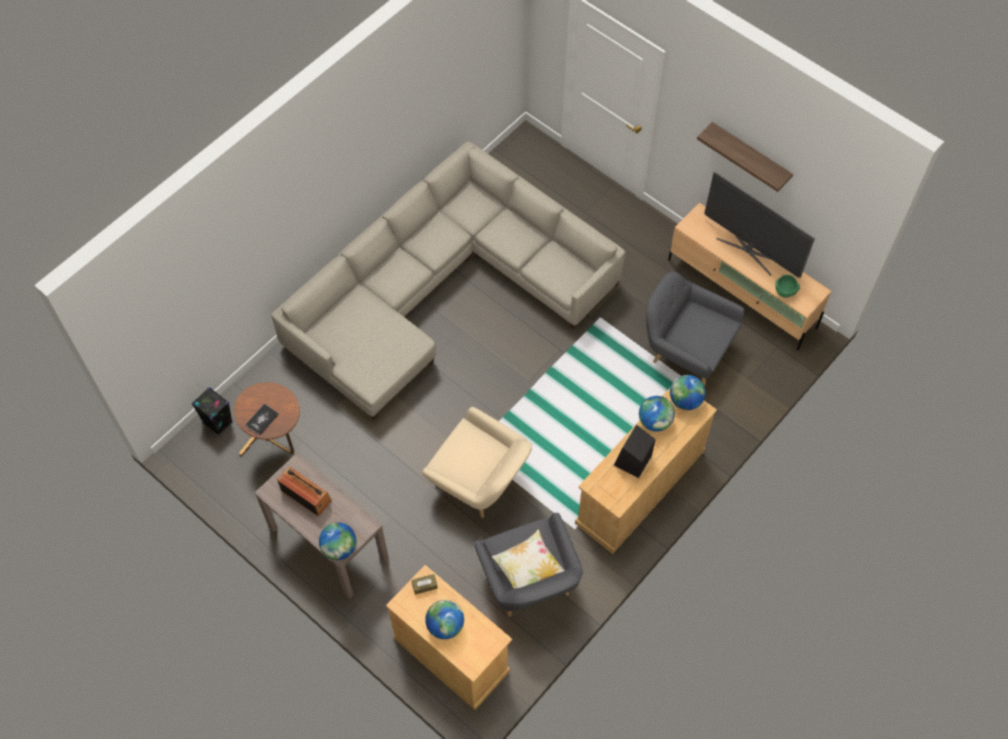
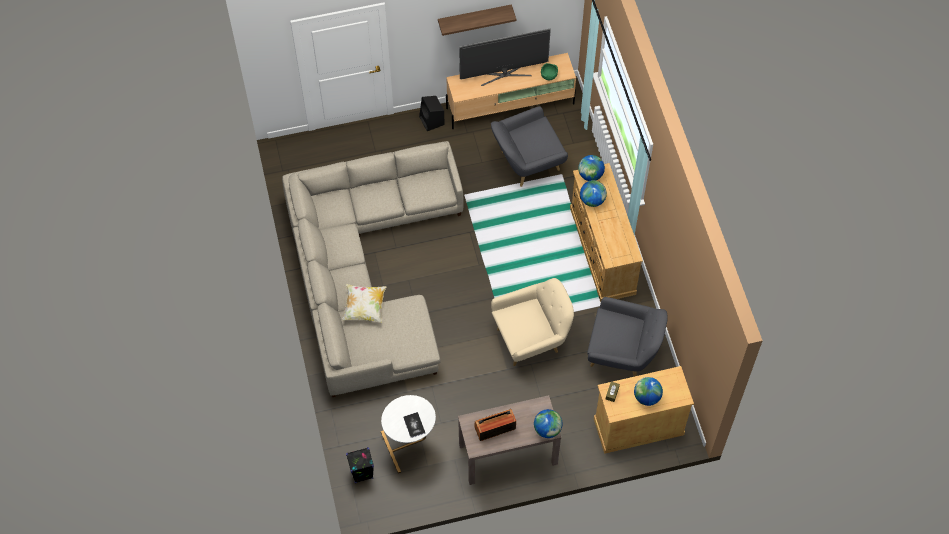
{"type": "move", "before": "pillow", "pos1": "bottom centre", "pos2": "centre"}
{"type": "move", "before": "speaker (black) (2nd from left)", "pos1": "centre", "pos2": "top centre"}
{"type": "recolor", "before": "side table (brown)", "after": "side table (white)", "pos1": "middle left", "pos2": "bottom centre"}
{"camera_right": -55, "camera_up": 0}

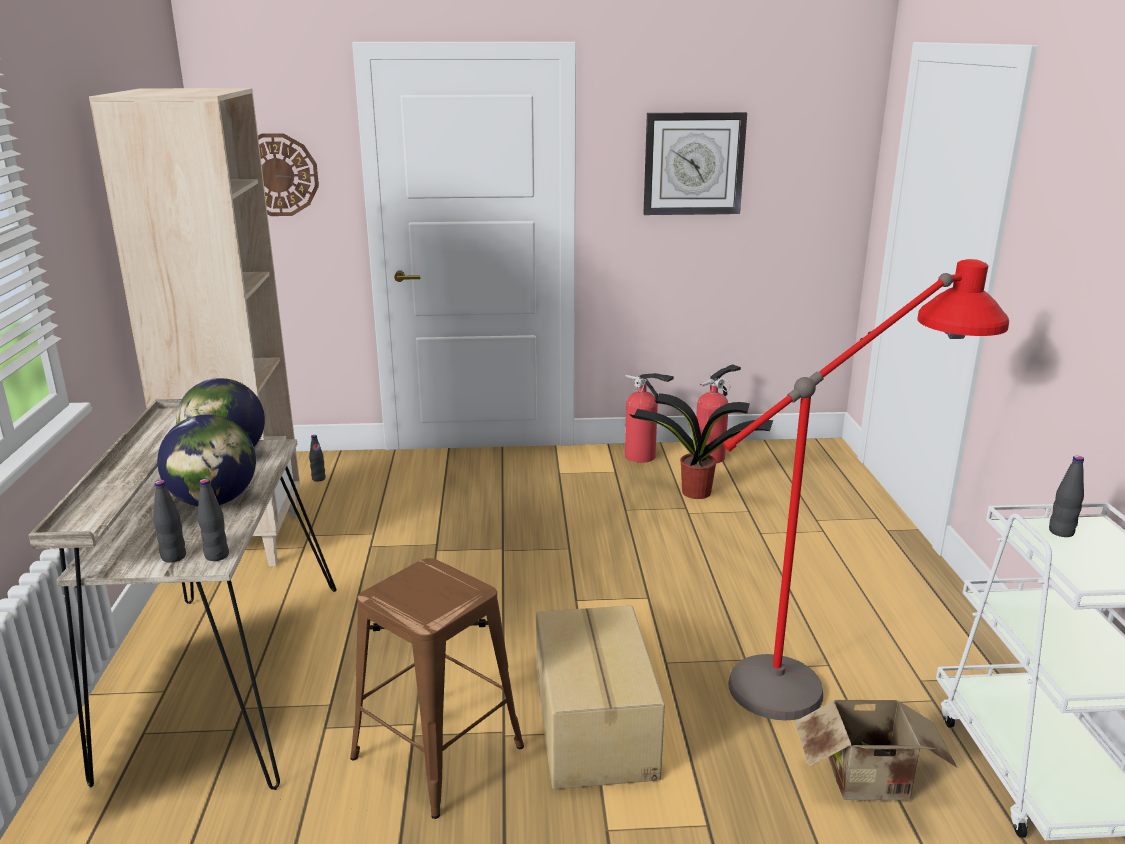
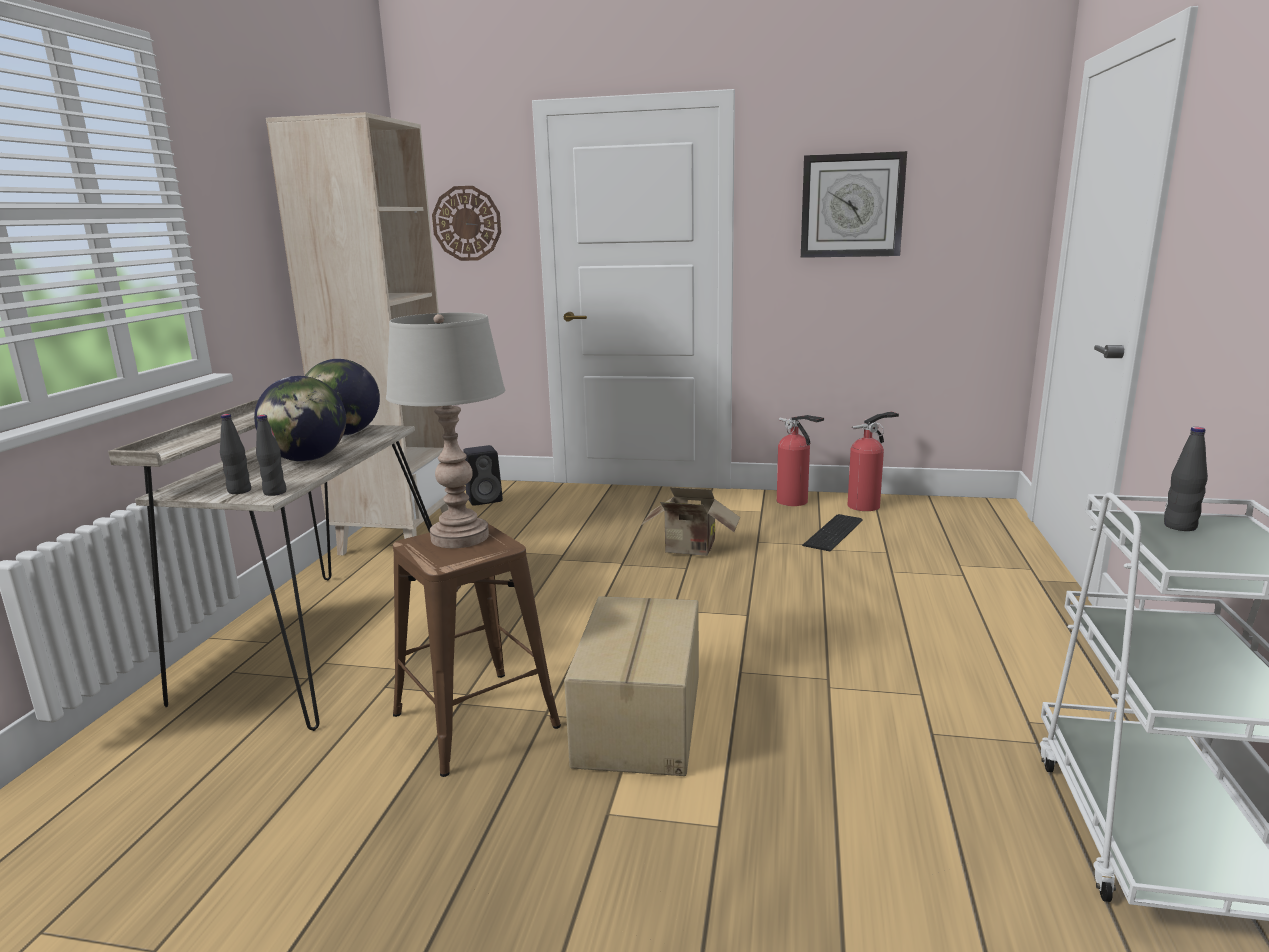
{"type": "delete", "before": "floor lamp (red)", "pos1": "middle right"}
{"type": "insert", "after": "table lamp (grey)", "pos2": "centre"}
{"type": "move", "before": "cardboard box (2nd from left)", "pos1": "bottom right", "pos2": "centre"}
{"type": "replace", "before": "bottle (black) (3rd from left)", "after": "speaker (black)", "pos1": "middle left", "pos2": "centre"}
{"type": "replace", "before": "potted plant", "after": "keyboard", "pos1": "centre", "pos2": "centre"}
{"camera_right": 15, "camera_up": -5}

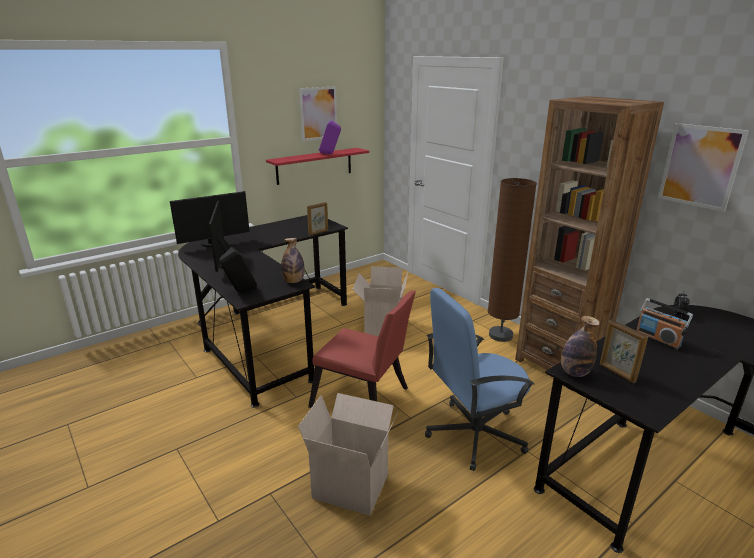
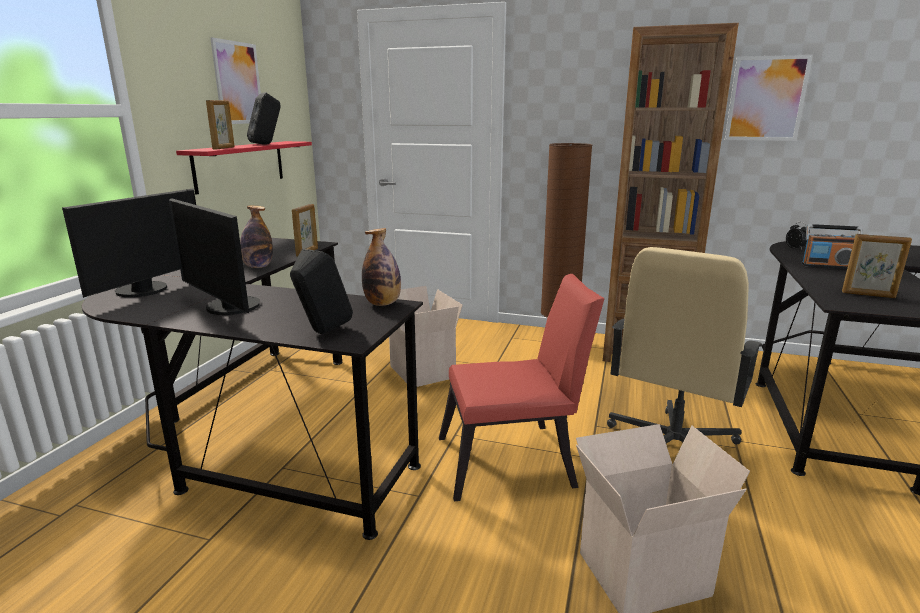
{"type": "insert", "after": "picture frame (1st from left)", "pos2": "top left"}
{"type": "move", "before": "bottle (2nd from left in the first image)", "after": "bottle (1st from left)", "pos1": "middle right", "pos2": "middle left"}
{"type": "recolor", "before": "speaker (purple)", "after": "speaker (black) (1st from left)", "pos1": "top centre", "pos2": "top left"}
{"type": "recolor", "before": "office chair (blue)", "after": "office chair (beige)", "pos1": "bottom centre", "pos2": "middle right"}
{"camera_right": -35, "camera_up": -5}

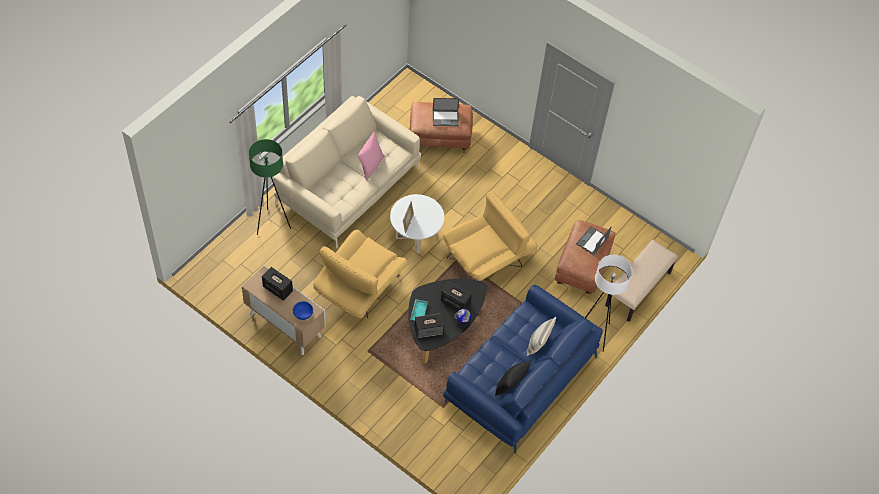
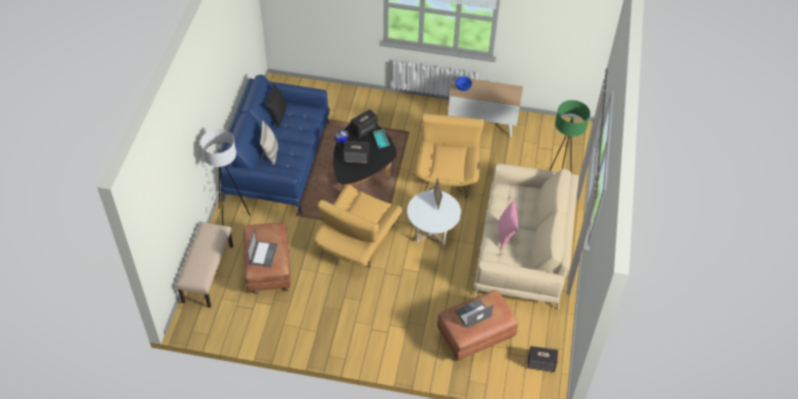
{"type": "move", "before": "speaker (1st from left in the first image)", "after": "speaker (3rd from left)", "pos1": "middle left", "pos2": "bottom right"}
{"camera_right": 155, "camera_up": -5}

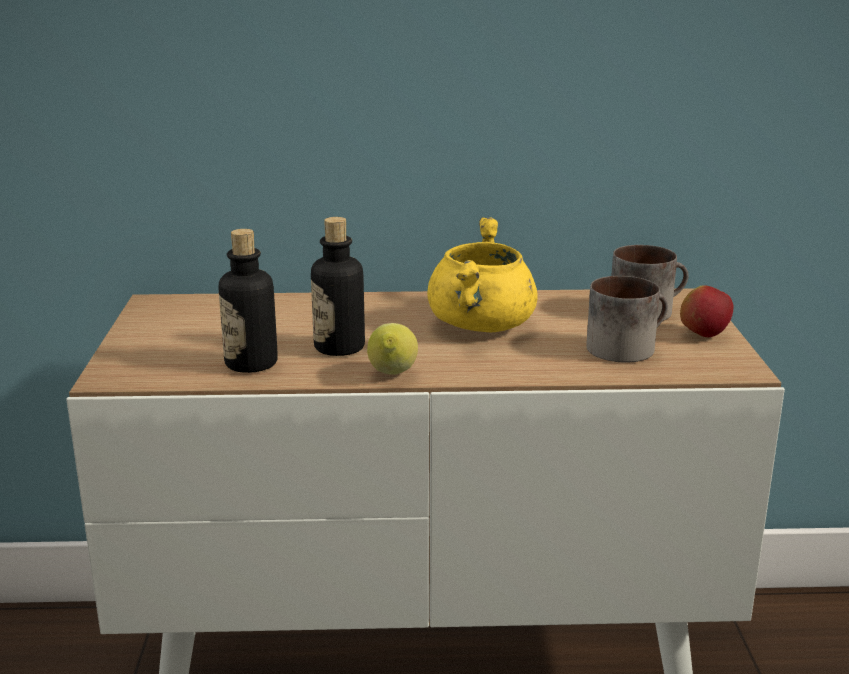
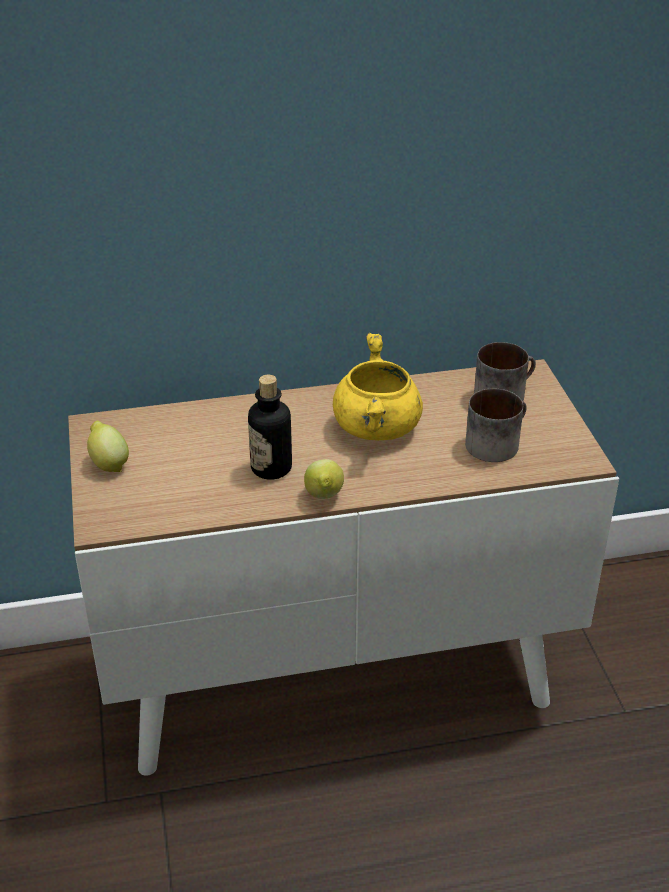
{"type": "delete", "before": "bottle (1st from left)", "pos1": "middle left"}
{"type": "delete", "before": "apple", "pos1": "middle right"}
{"type": "insert", "after": "lemon (1st from left)", "pos2": "middle left"}
{"camera_right": -10, "camera_up": 15}

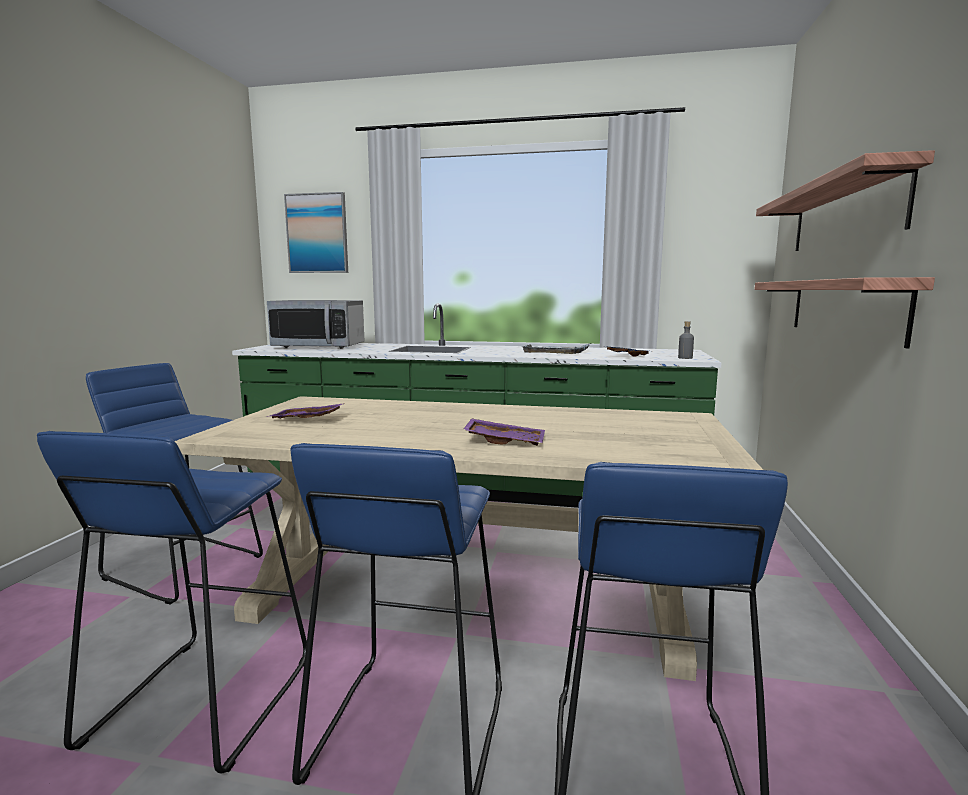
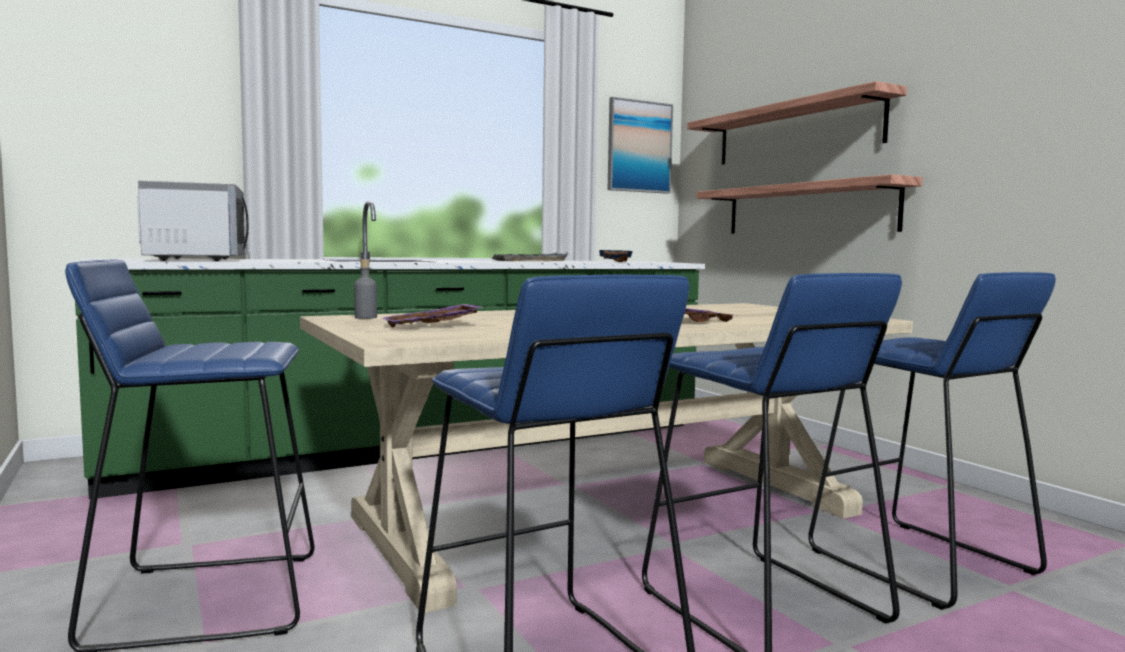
{"type": "move", "before": "picture", "pos1": "top left", "pos2": "top centre"}
{"type": "move", "before": "bottle (grey)", "pos1": "middle right", "pos2": "middle left"}
{"type": "rotate", "before": "microwave", "pos1": "middle left", "pos2": "middle left", "turn": -75}
{"camera_right": -40, "camera_up": -5}

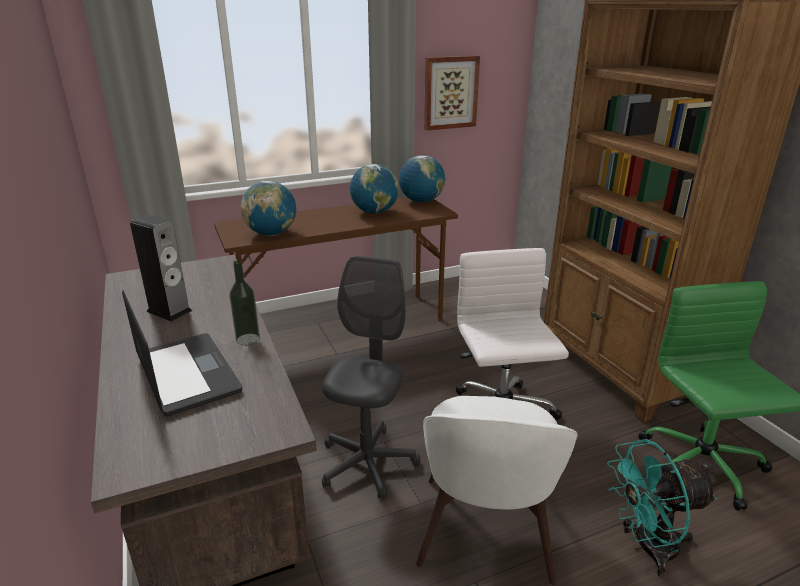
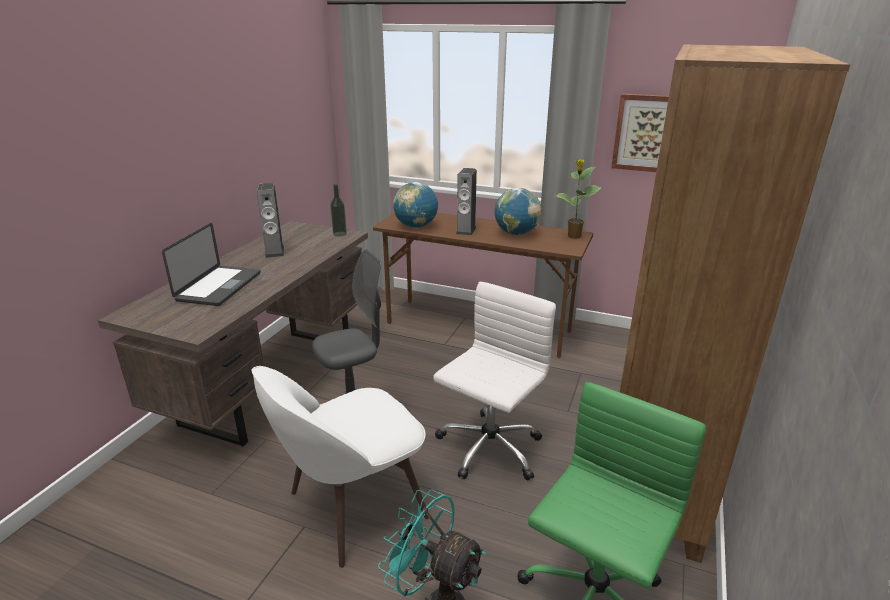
{"type": "insert", "after": "speaker (2nd from left)", "pos2": "centre"}
{"type": "move", "before": "bottle", "pos1": "middle left", "pos2": "centre"}
{"type": "replace", "before": "globe (3rd from left)", "after": "potted plant", "pos1": "top centre", "pos2": "top centre"}
{"camera_right": 45, "camera_up": 0}

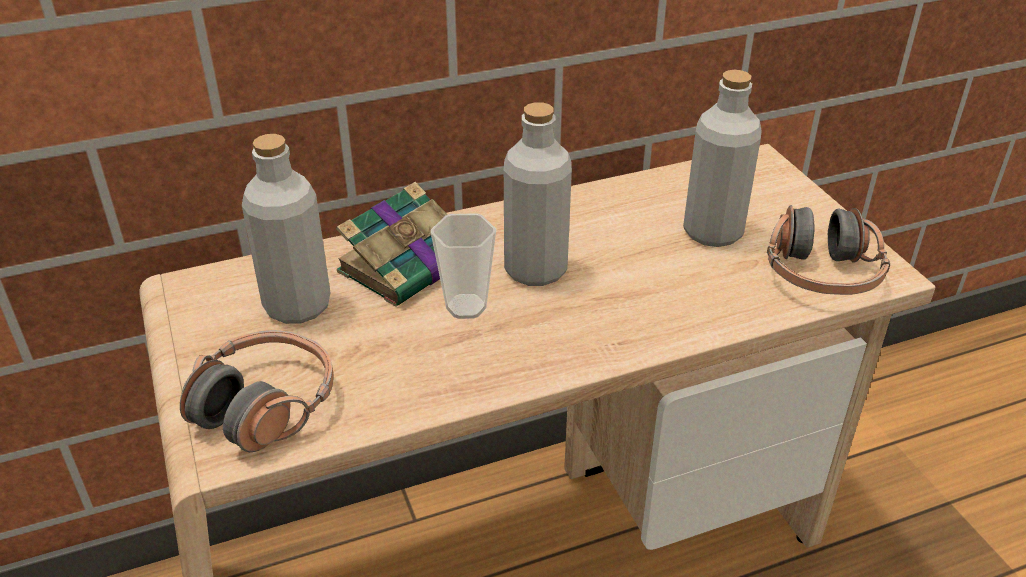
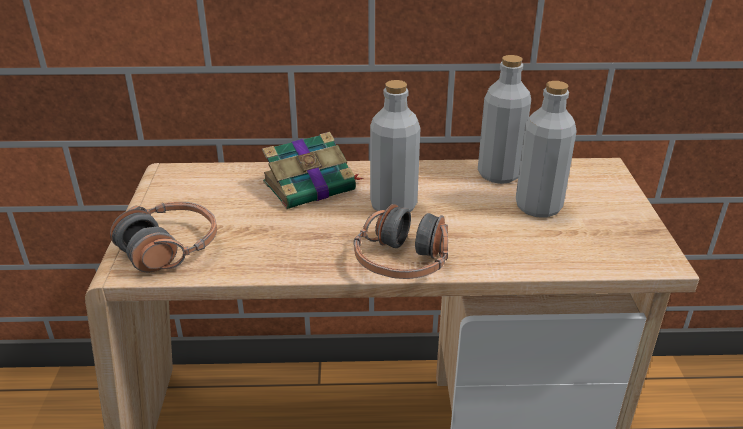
{"type": "delete", "before": "cup", "pos1": "centre"}
{"type": "move", "before": "bottle (grey) (1st from left in the first image)", "after": "bottle (grey) (2nd from left)", "pos1": "middle left", "pos2": "top right"}
{"type": "move", "before": "headphones (2nd from left)", "pos1": "middle right", "pos2": "centre"}
{"camera_right": 20, "camera_up": -5}

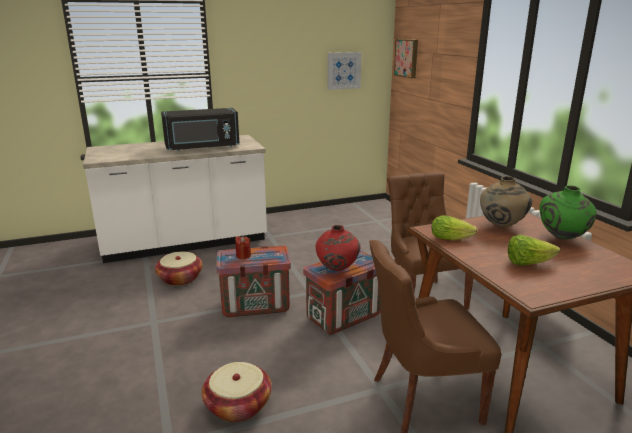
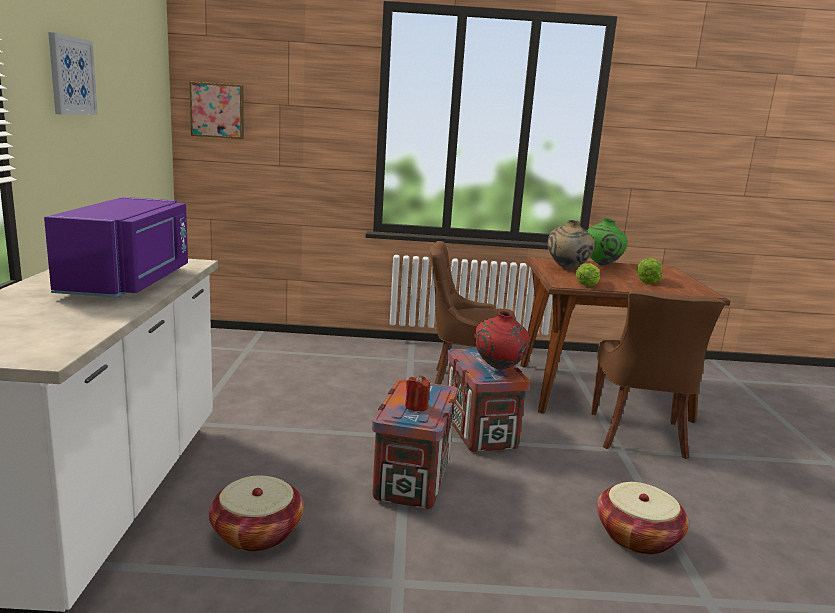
{"type": "move", "before": "picture (1st from left)", "pos1": "top centre", "pos2": "top left"}
{"type": "recolor", "before": "microwave (black)", "after": "microwave (purple)", "pos1": "top left", "pos2": "middle left"}
{"camera_right": -70, "camera_up": -5}

